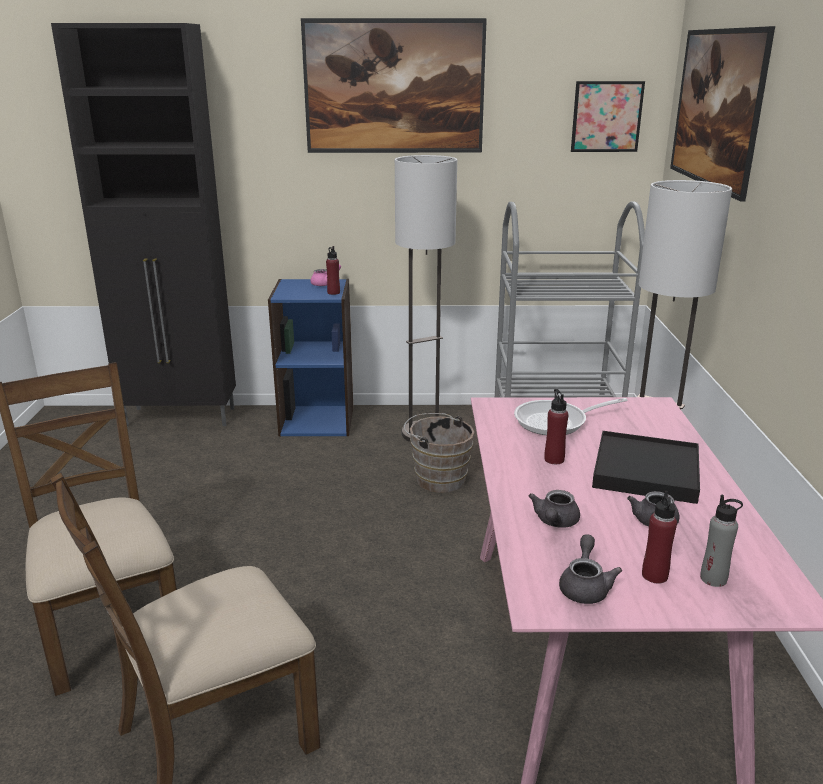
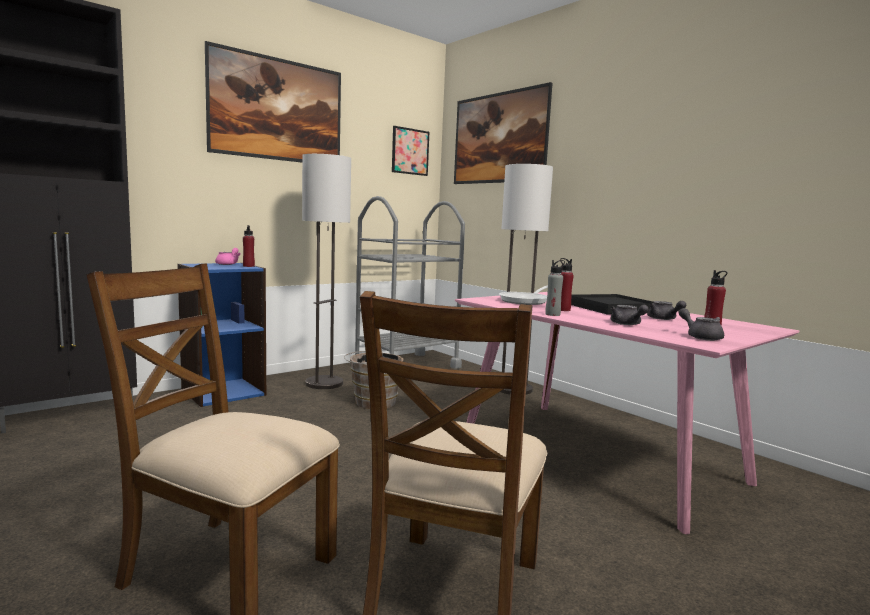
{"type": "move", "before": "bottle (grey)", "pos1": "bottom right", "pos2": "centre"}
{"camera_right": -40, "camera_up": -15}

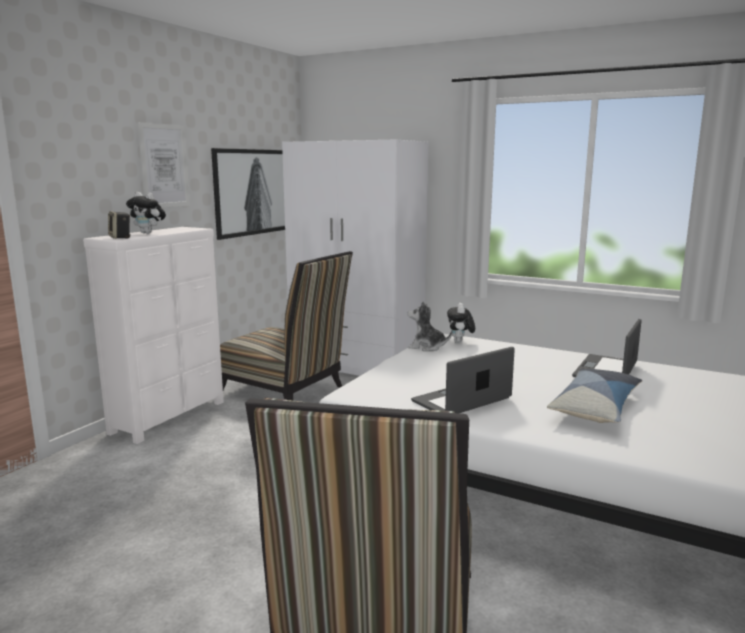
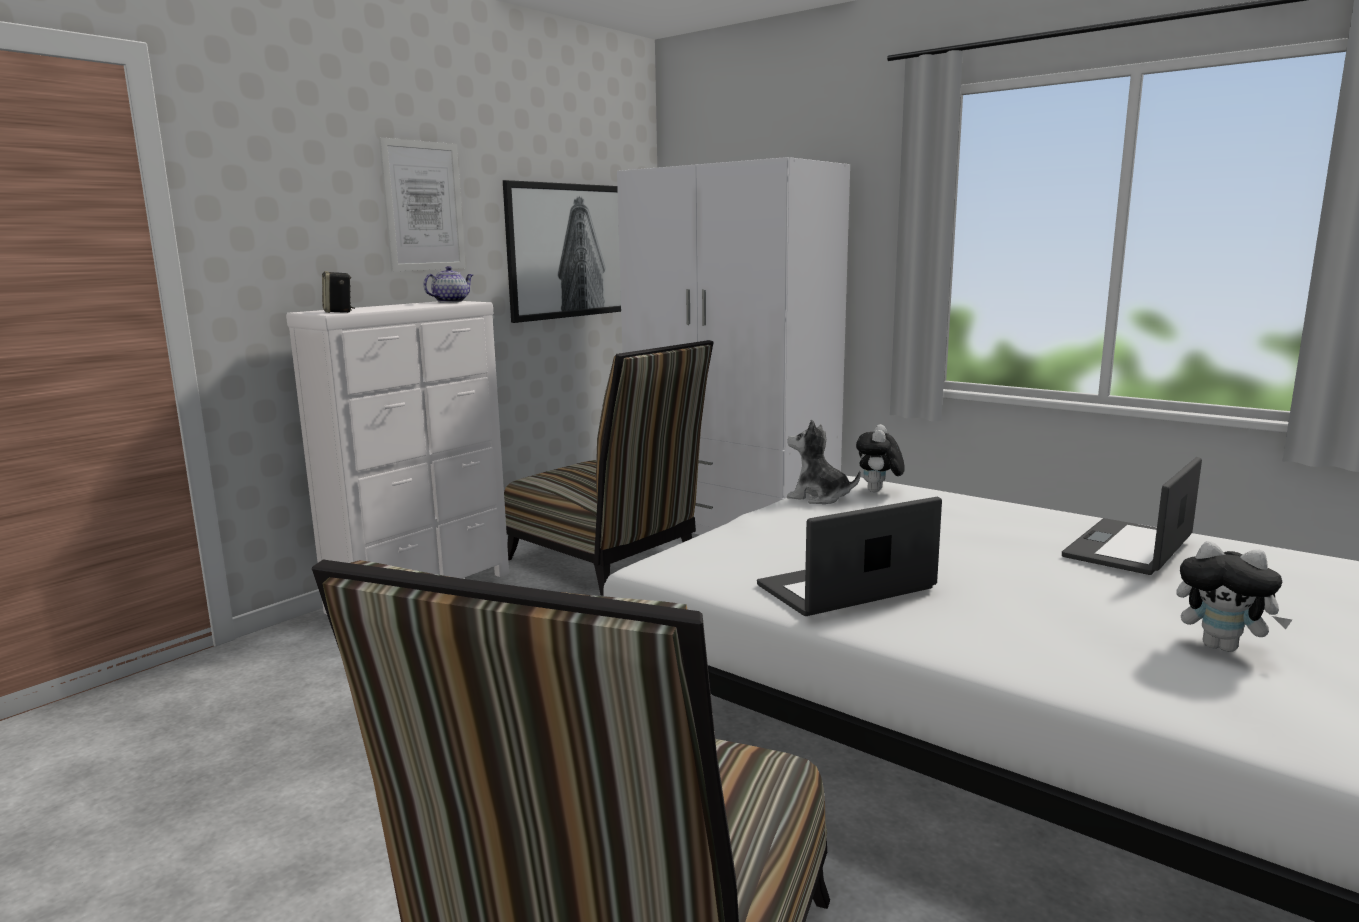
{"type": "delete", "before": "pillow", "pos1": "middle right"}
{"type": "insert", "after": "teapot", "pos2": "top left"}
{"type": "move", "before": "plush toy (1st from left in the first image)", "after": "plush toy (3rd from left)", "pos1": "middle left", "pos2": "middle right"}
{"camera_right": 10, "camera_up": 0}

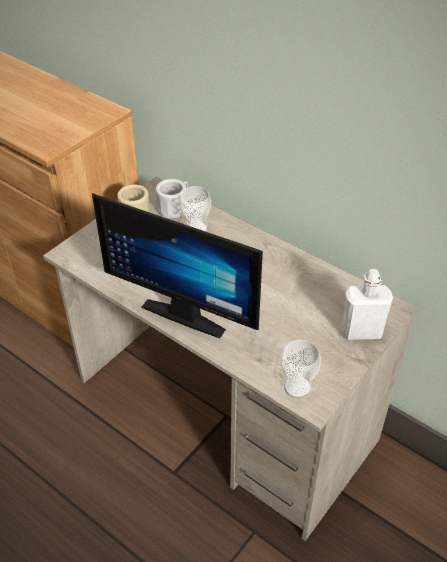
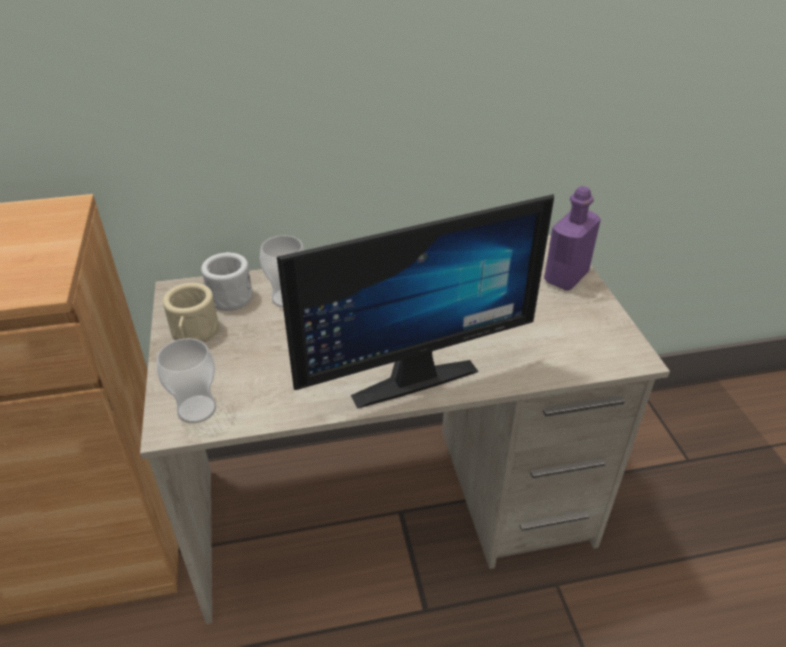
{"type": "move", "before": "cup (2nd from left in the first image)", "after": "cup (1st from left)", "pos1": "middle right", "pos2": "middle left"}
{"type": "recolor", "before": "bottle (white)", "after": "bottle (purple)", "pos1": "middle right", "pos2": "middle right"}
{"camera_right": -50, "camera_up": -5}

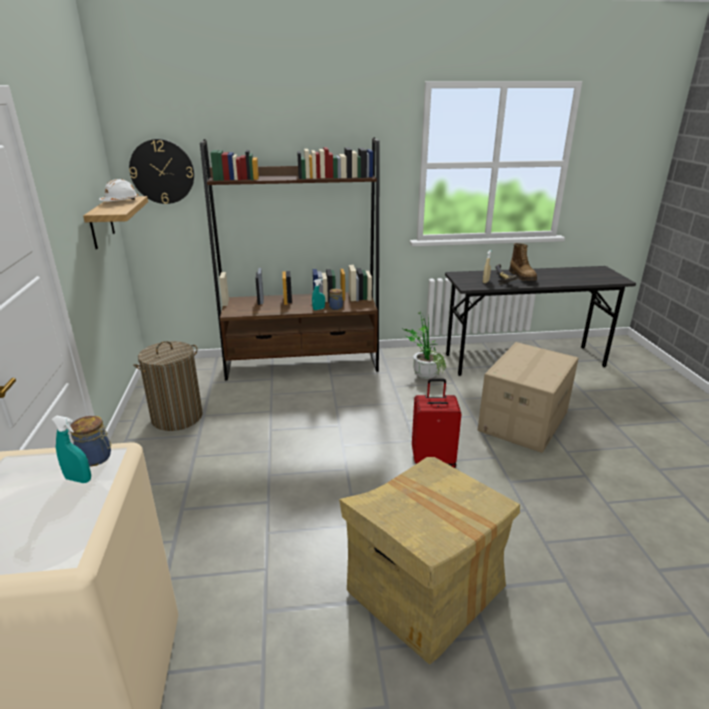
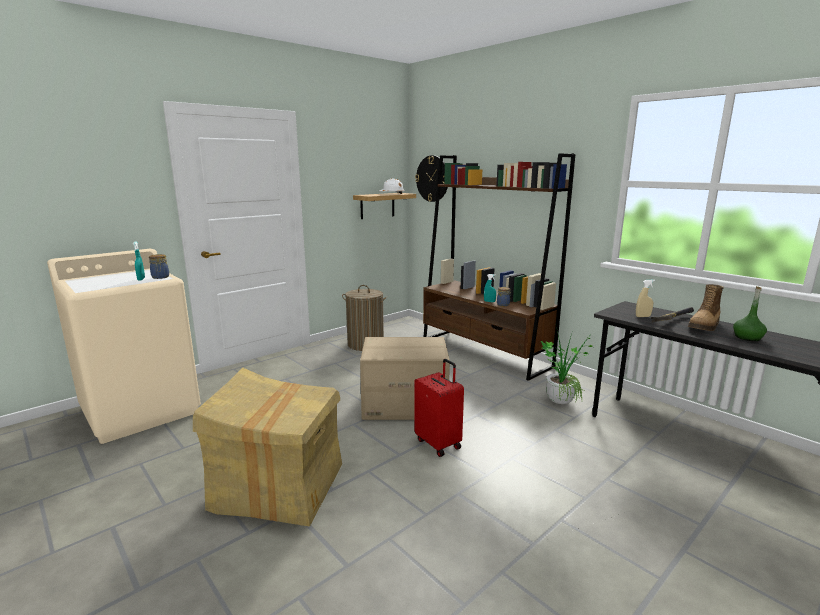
{"type": "insert", "after": "bottle (green)", "pos2": "middle right"}
{"type": "move", "before": "cardboard box (2nd from left)", "pos1": "middle right", "pos2": "centre"}
{"camera_right": 55, "camera_up": -10}

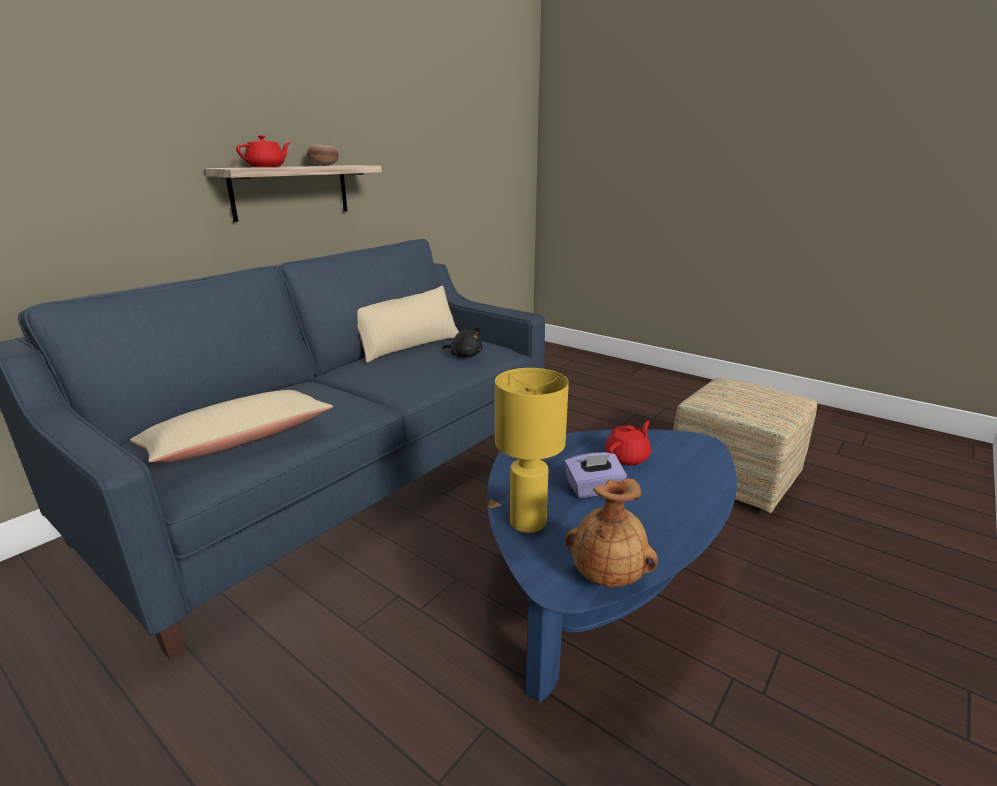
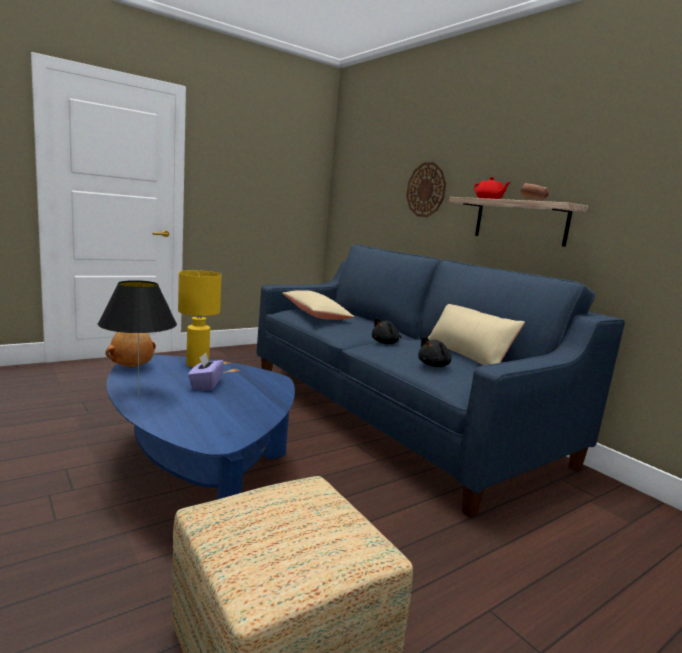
{"type": "delete", "before": "teapot (red) (2nd from left)", "pos1": "centre"}
{"type": "insert", "after": "table lamp (black)", "pos2": "middle left"}
{"type": "insert", "after": "plush toy (black) (1st from left)", "pos2": "centre"}
{"type": "insert", "after": "wall clock", "pos2": "top centre"}
{"camera_right": 105, "camera_up": -10}

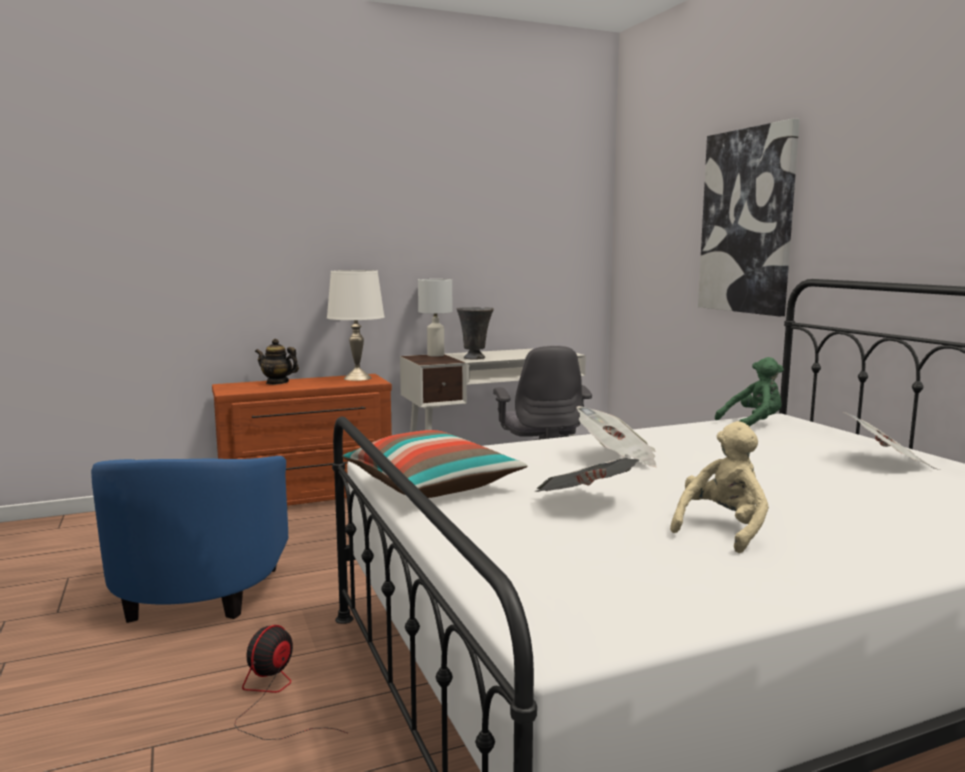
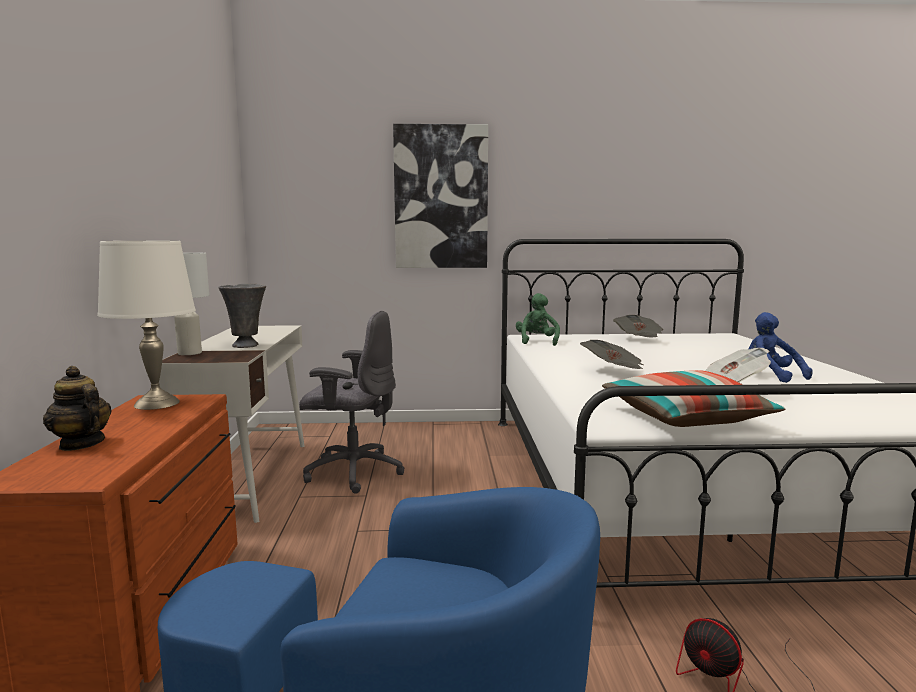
{"type": "recolor", "before": "plush toy (beige)", "after": "plush toy (blue)", "pos1": "middle right", "pos2": "middle right"}
{"type": "rotate", "before": "teapot", "pos1": "middle left", "pos2": "middle left", "turn": 90}
{"camera_right": -70, "camera_up": 0}

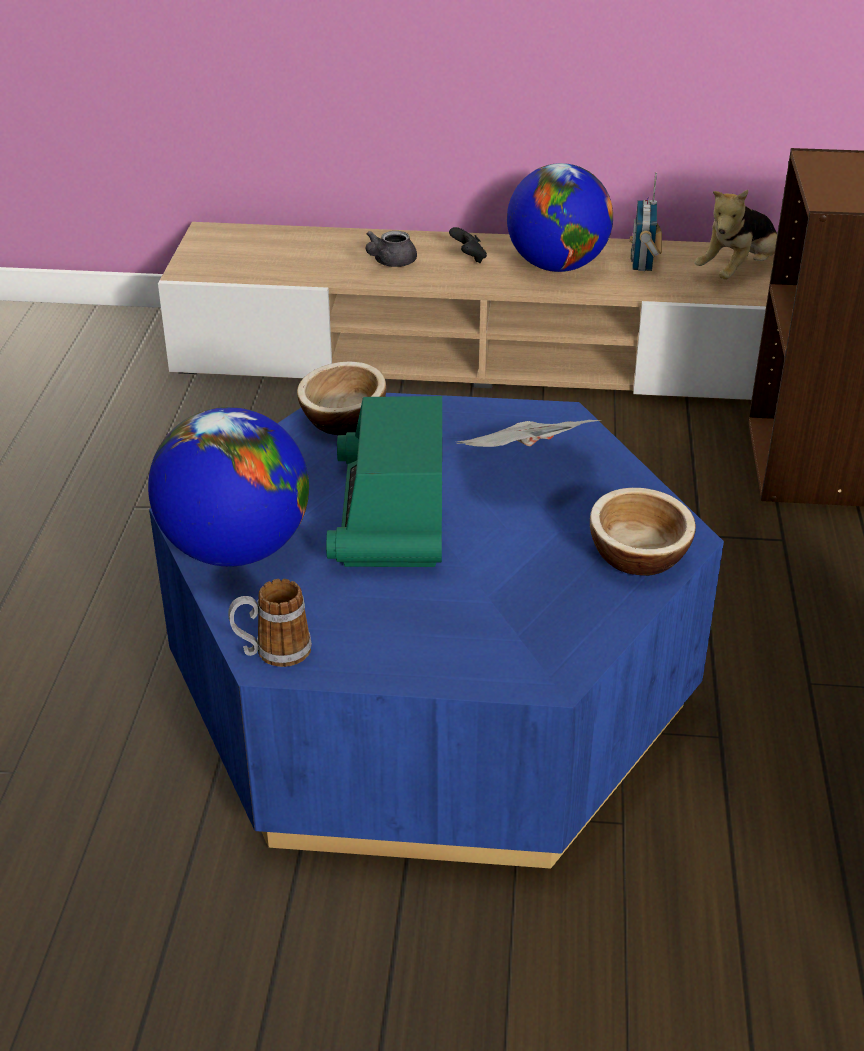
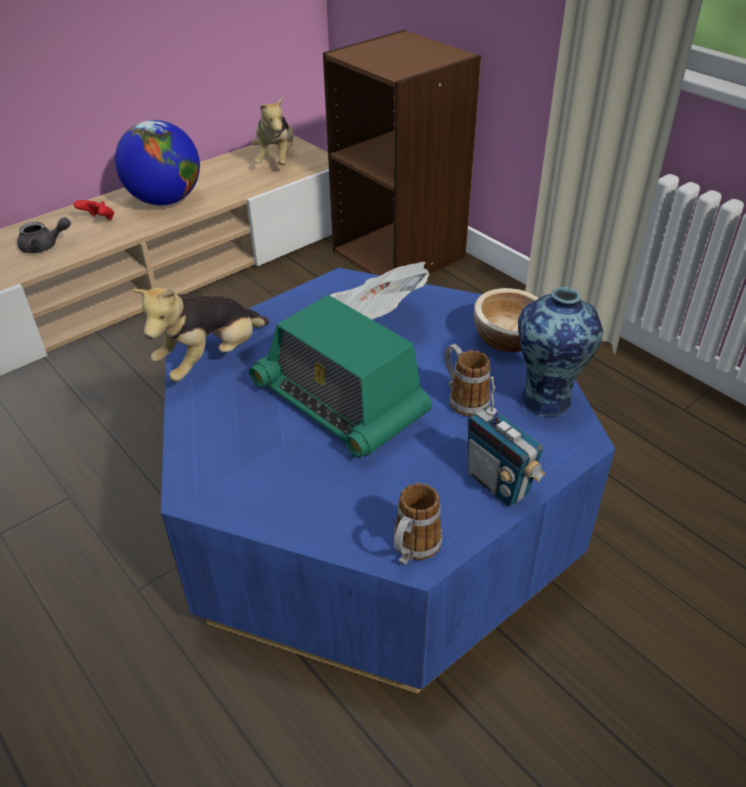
{"type": "delete", "before": "globe (1st from left)", "pos1": "middle left"}
{"type": "insert", "after": "mug (2nd from left)", "pos2": "centre"}
{"type": "insert", "after": "vase", "pos2": "middle right"}
{"type": "move", "before": "radio (2nd from left)", "pos1": "top right", "pos2": "middle right"}
{"type": "replace", "before": "bowl (1st from left)", "after": "plush toy (1st from left)", "pos1": "centre", "pos2": "middle left"}
{"type": "recolor", "before": "game controller (black)", "after": "game controller (red)", "pos1": "top centre", "pos2": "top left"}
{"type": "rotate", "before": "teapot (grey)", "pos1": "top centre", "pos2": "top left", "turn": -90}
{"camera_right": -45, "camera_up": 5}

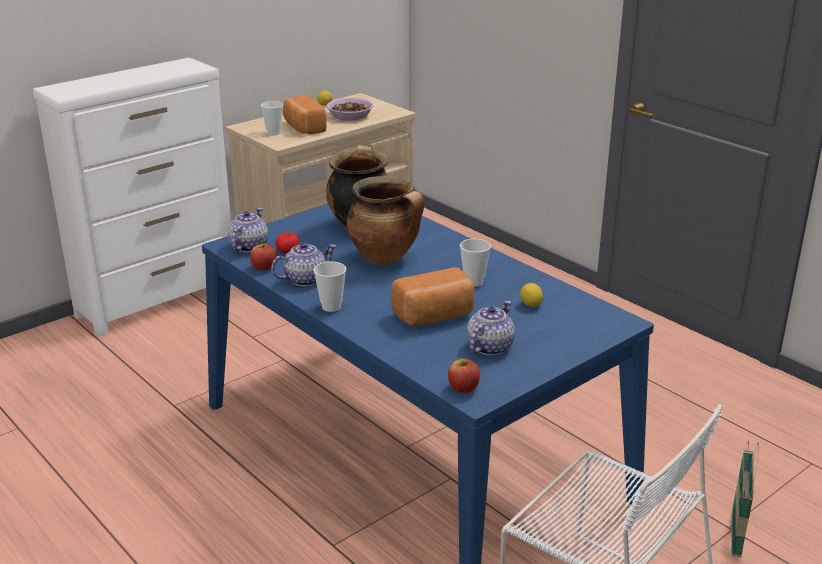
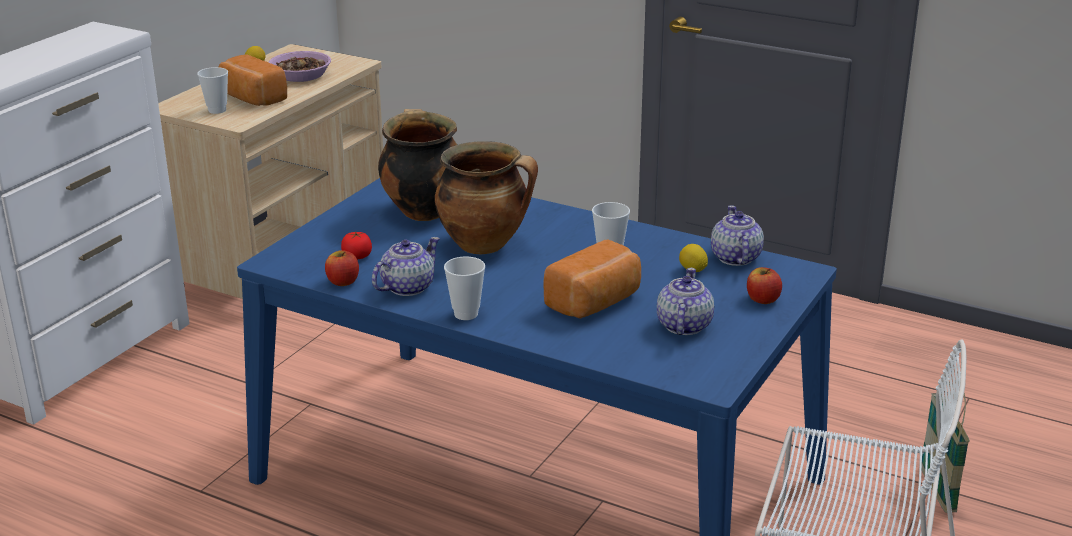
{"type": "move", "before": "teapot (1st from left in the first image)", "after": "teapot (3rd from left)", "pos1": "middle left", "pos2": "middle right"}
{"type": "move", "before": "apple (2nd from left)", "pos1": "centre", "pos2": "middle right"}
{"camera_right": -20, "camera_up": 0}

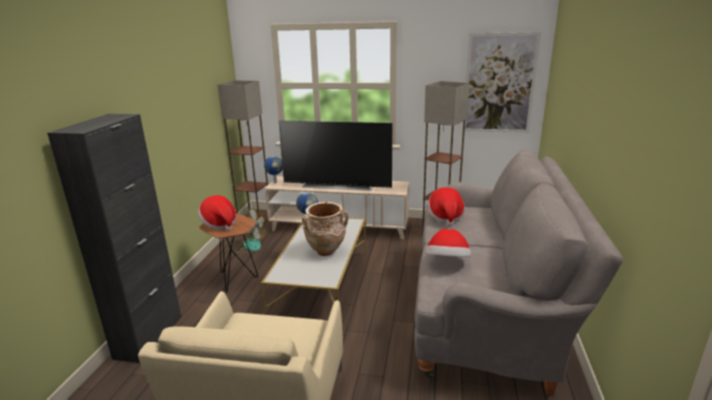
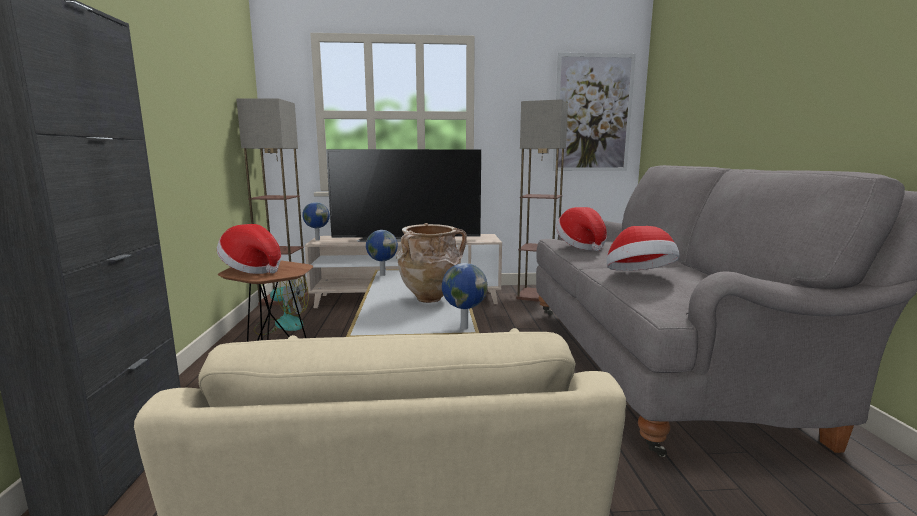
{"type": "insert", "after": "globe (3rd from left)", "pos2": "centre"}
{"camera_right": -15, "camera_up": -10}

